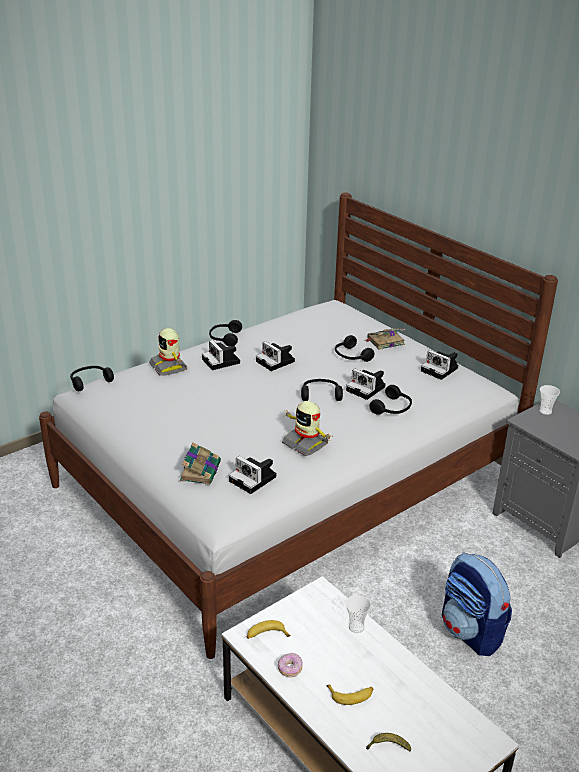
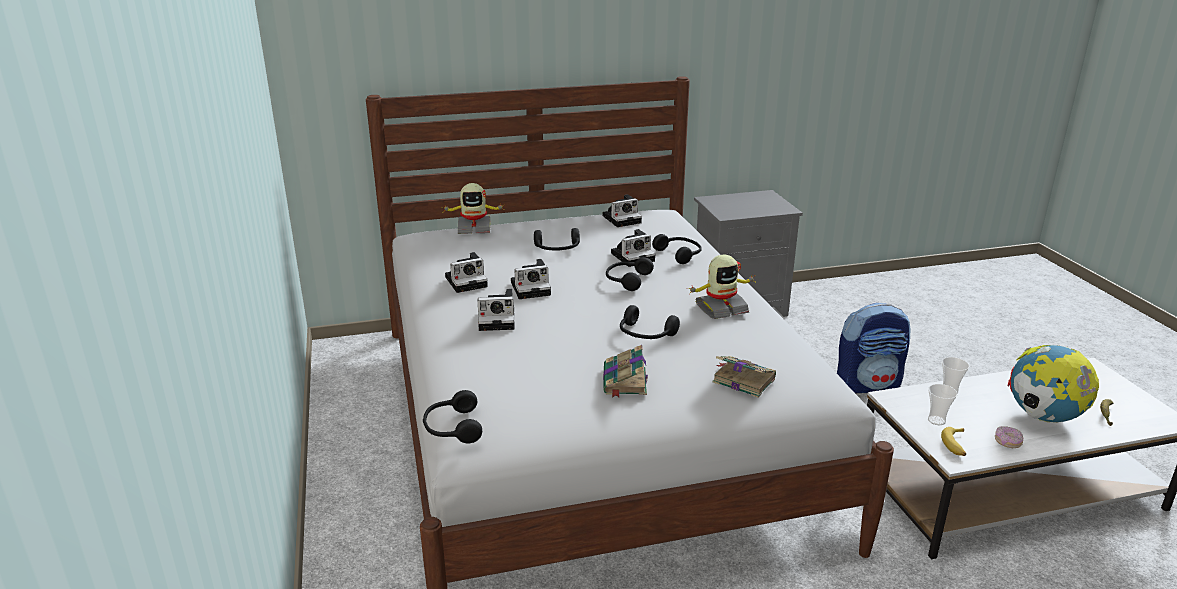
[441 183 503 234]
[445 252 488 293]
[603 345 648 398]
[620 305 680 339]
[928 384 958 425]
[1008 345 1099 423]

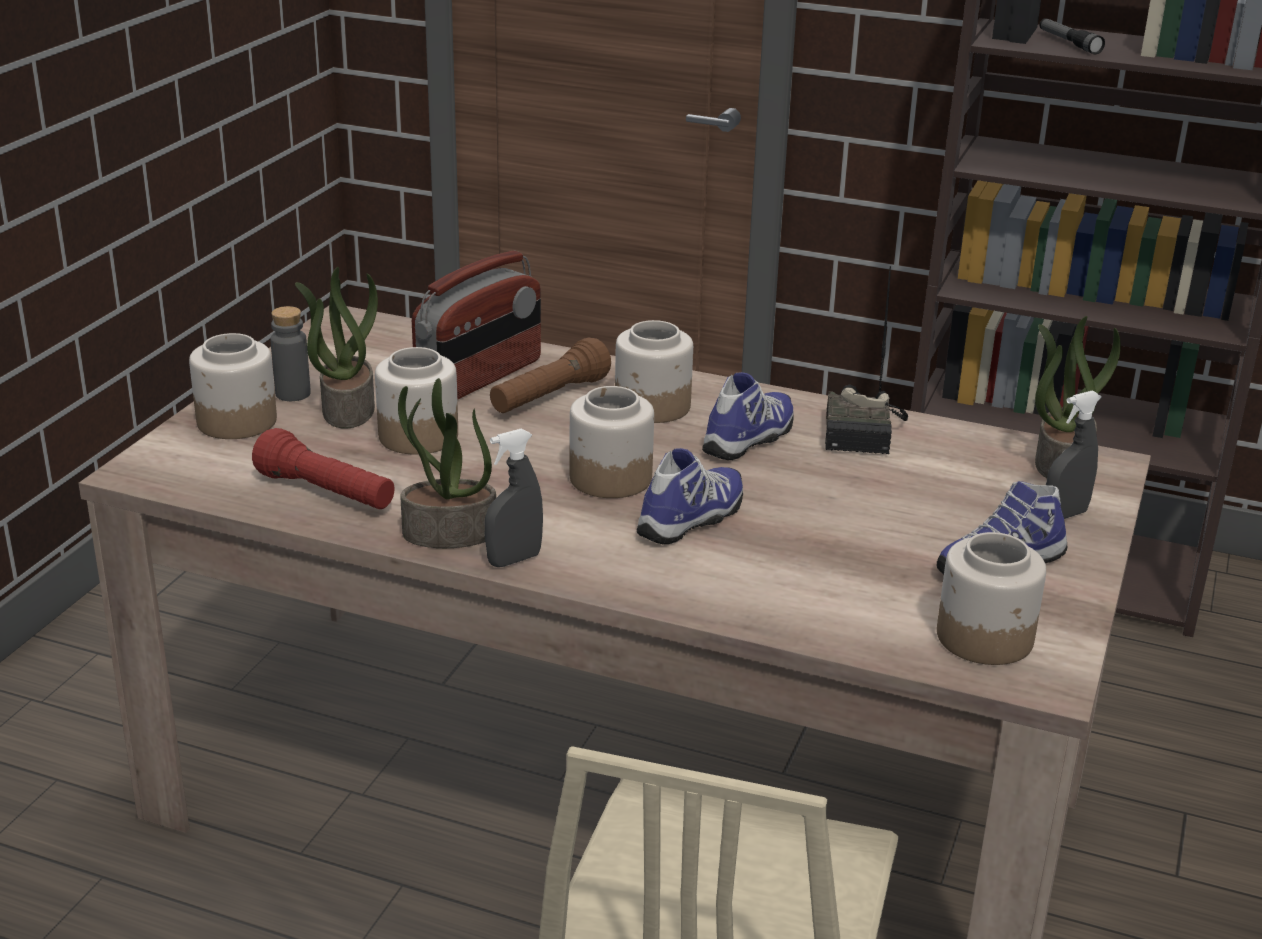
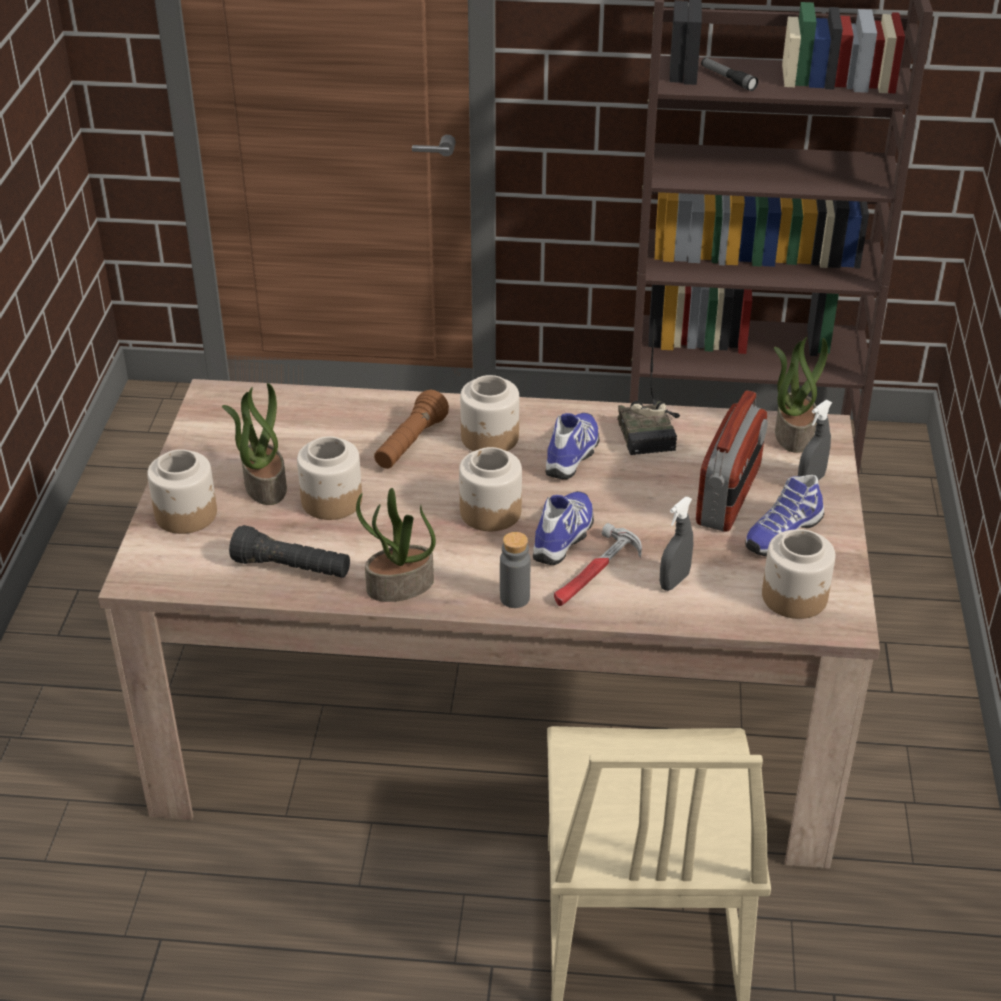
[229 525 350 578]
[500 532 531 608]
[554 523 642 606]
[660 497 693 591]
[696 390 768 532]

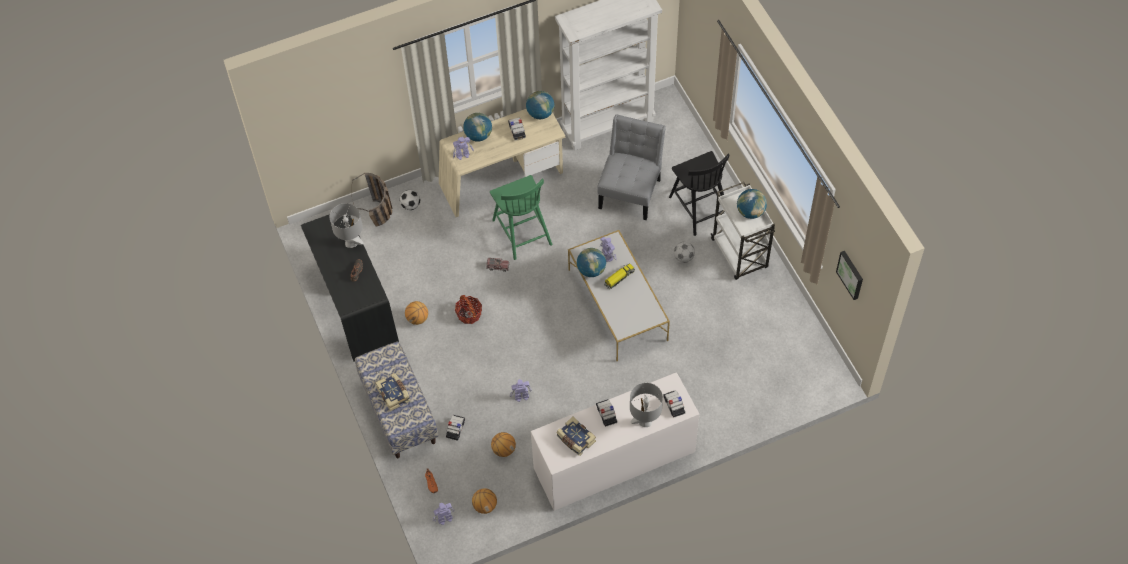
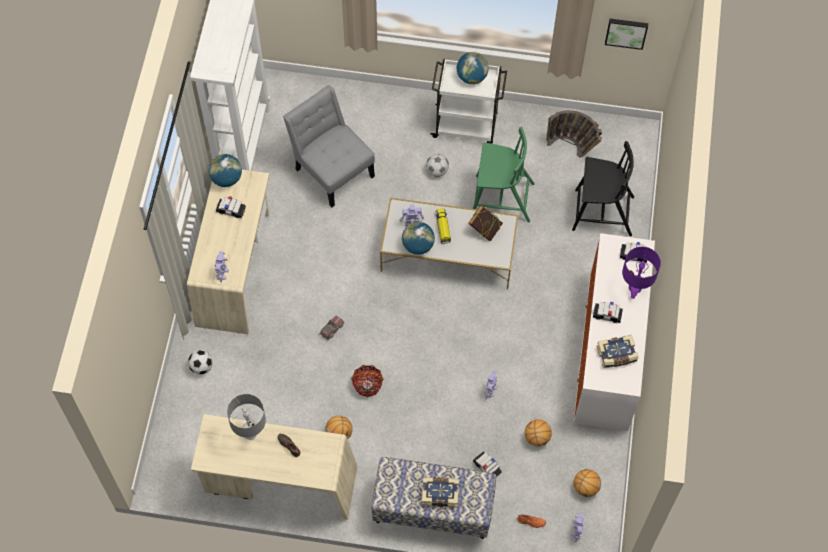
[191 414 357 520]
[468 206 503 241]
[473 127 535 223]
[546 110 602 158]
[572 141 634 236]
[622 247 661 299]
[463 113 492 142] (first image)

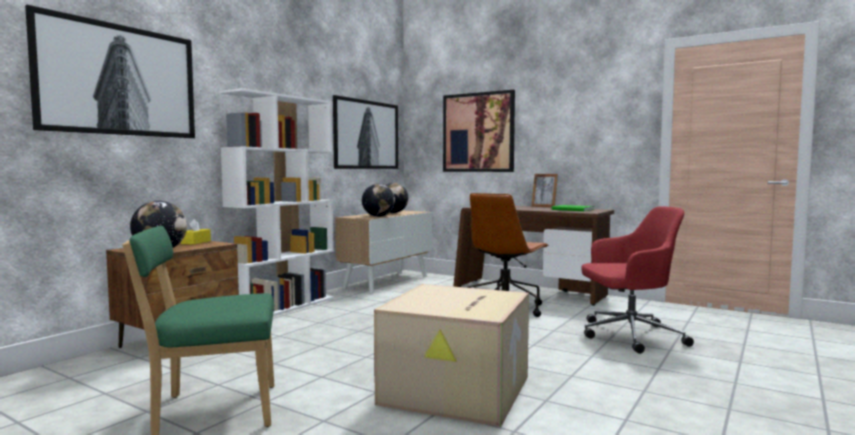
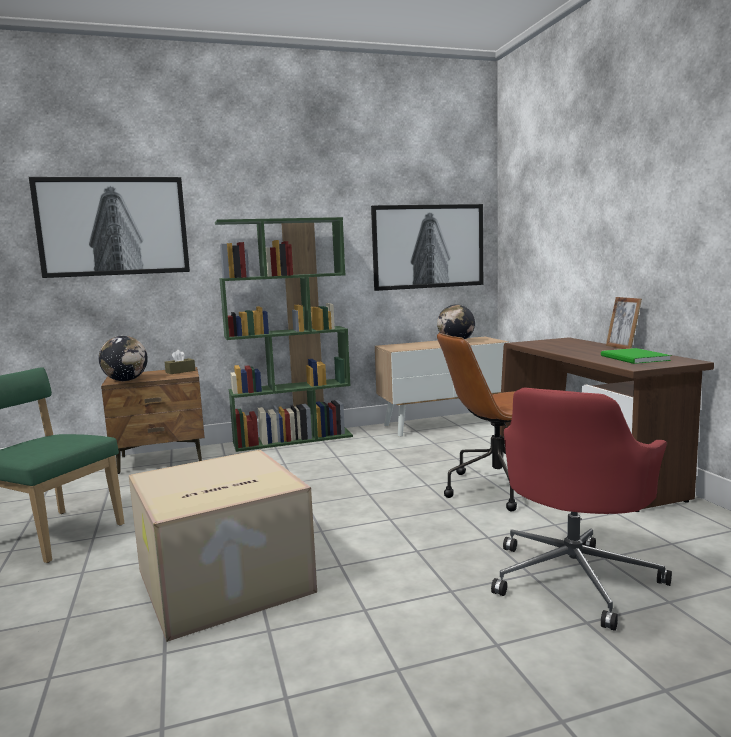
[165 350 195 374]
[215 217 353 452]
[491 388 672 631]
[362 184 395 217] (first image)
[443 90 515 172] (first image)

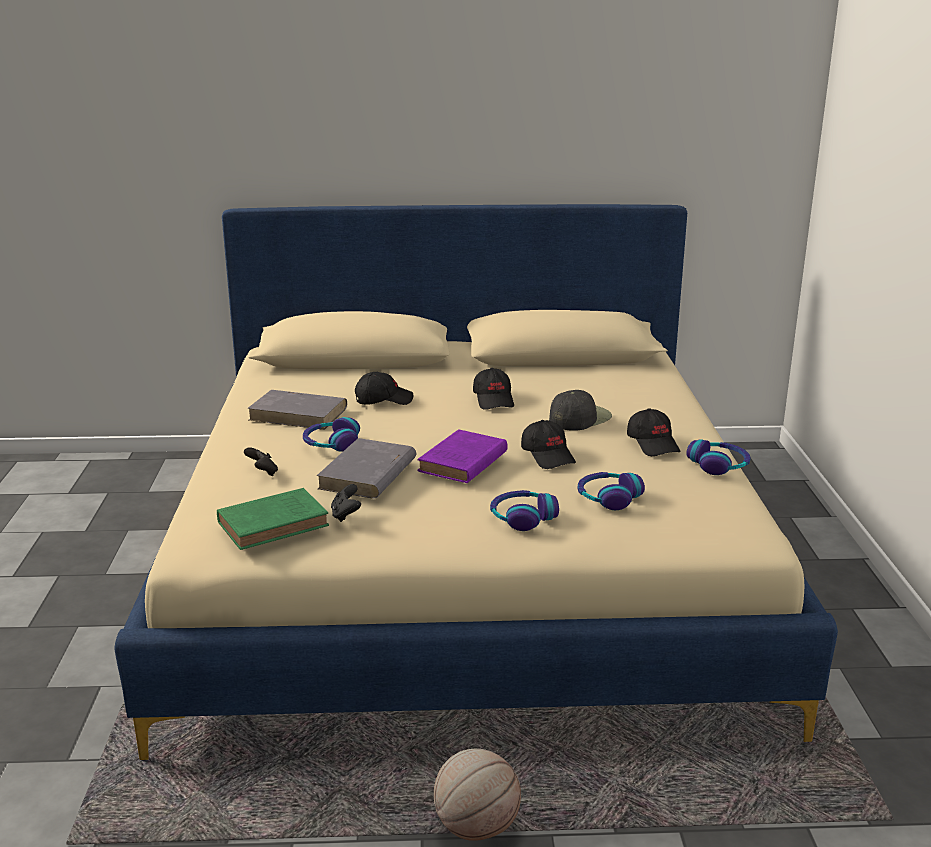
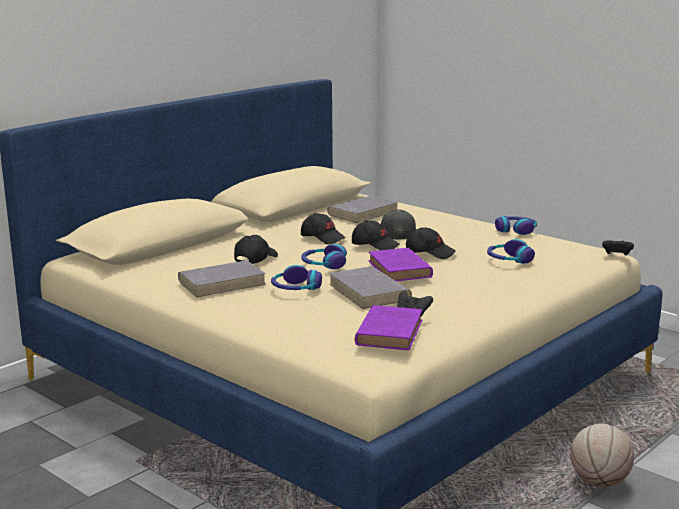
[301 244 347 269]
[327 195 398 223]
[352 220 400 250]
[355 305 422 350]
[602 240 634 256]

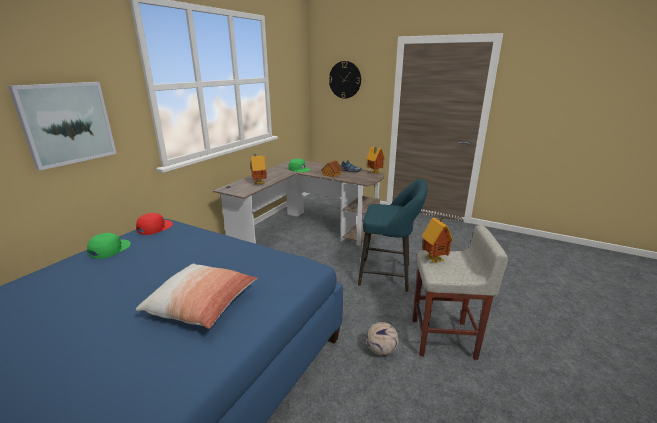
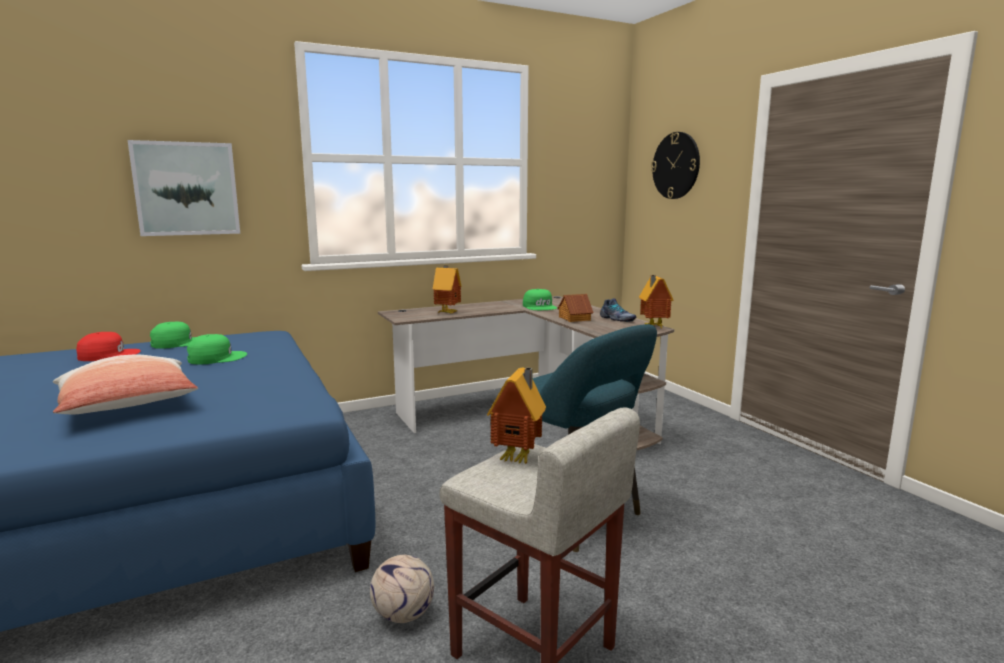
[76 332 141 361]
[187 334 247 365]

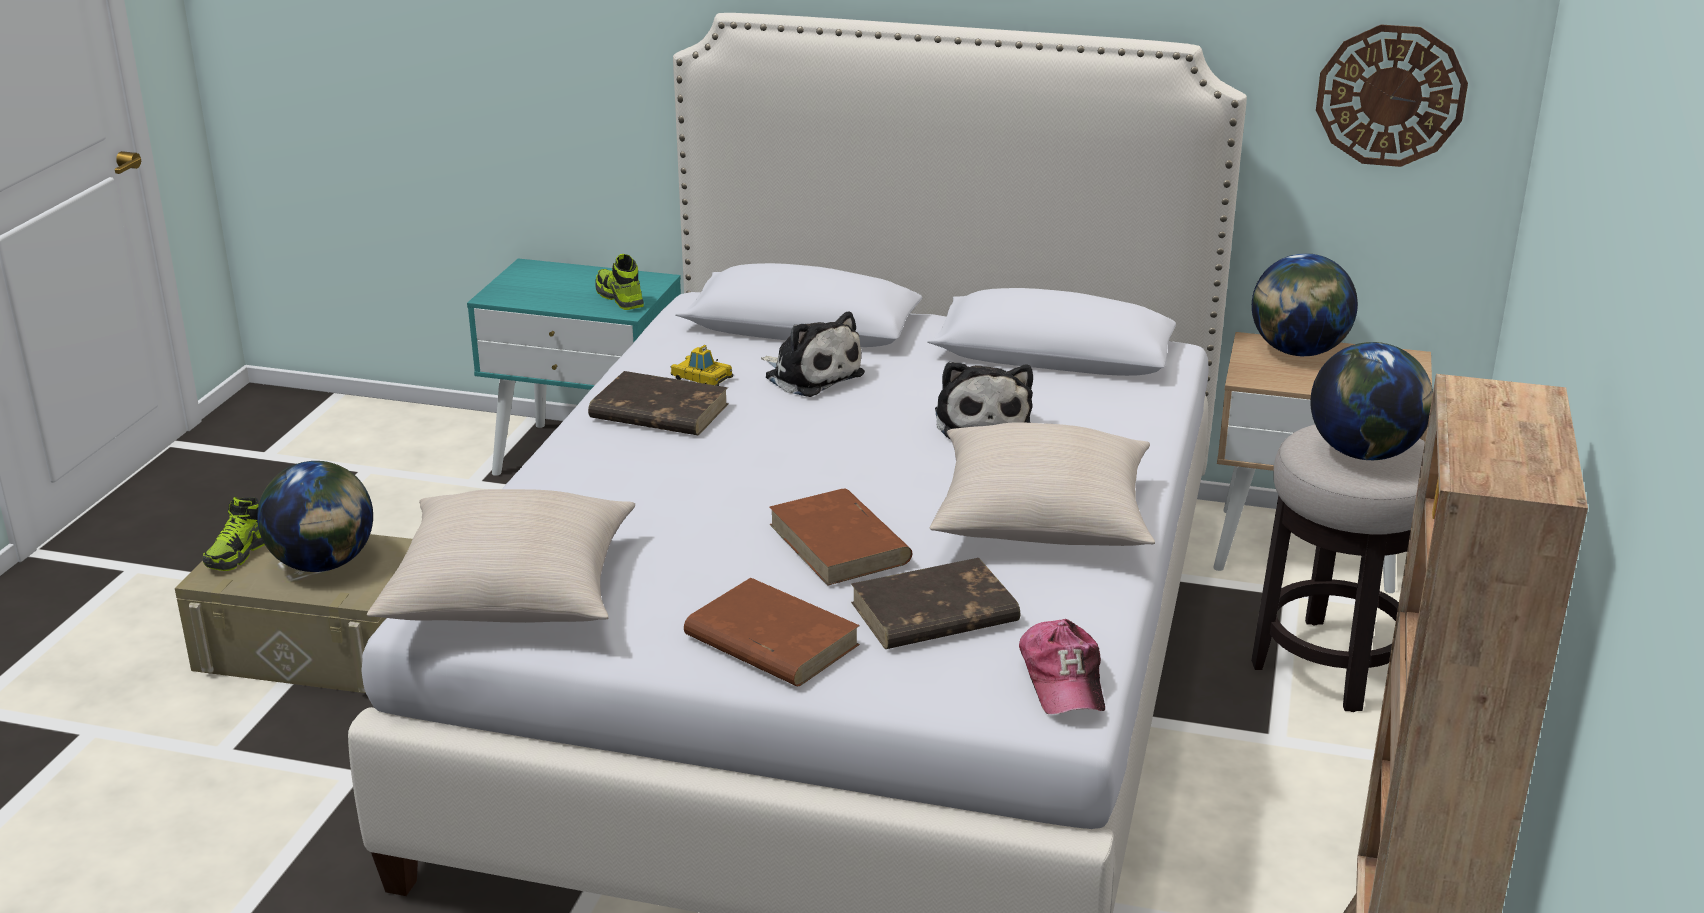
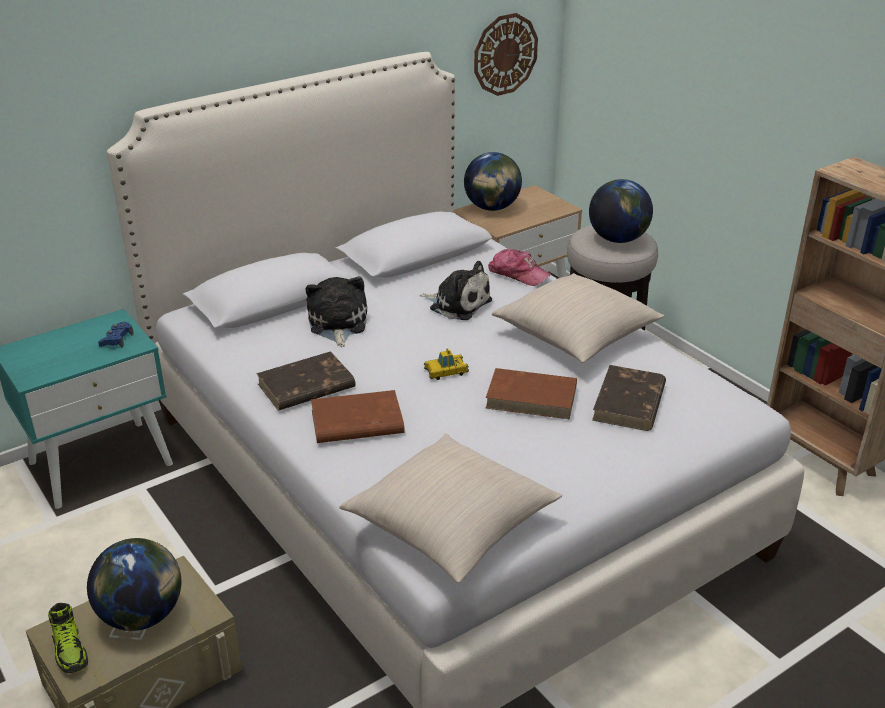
[98 322 134 347]
[306 277 367 347]
[311 390 405 443]
[424 348 469 380]
[488 249 552 286]

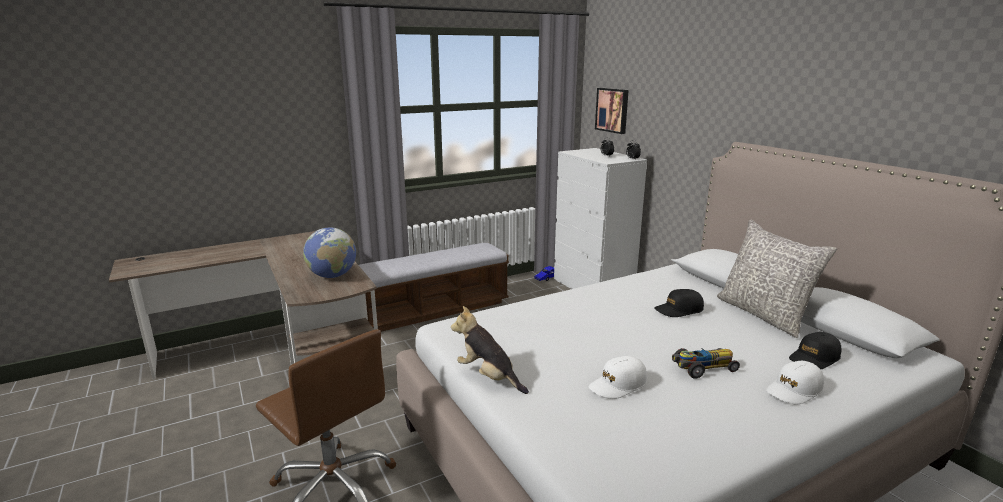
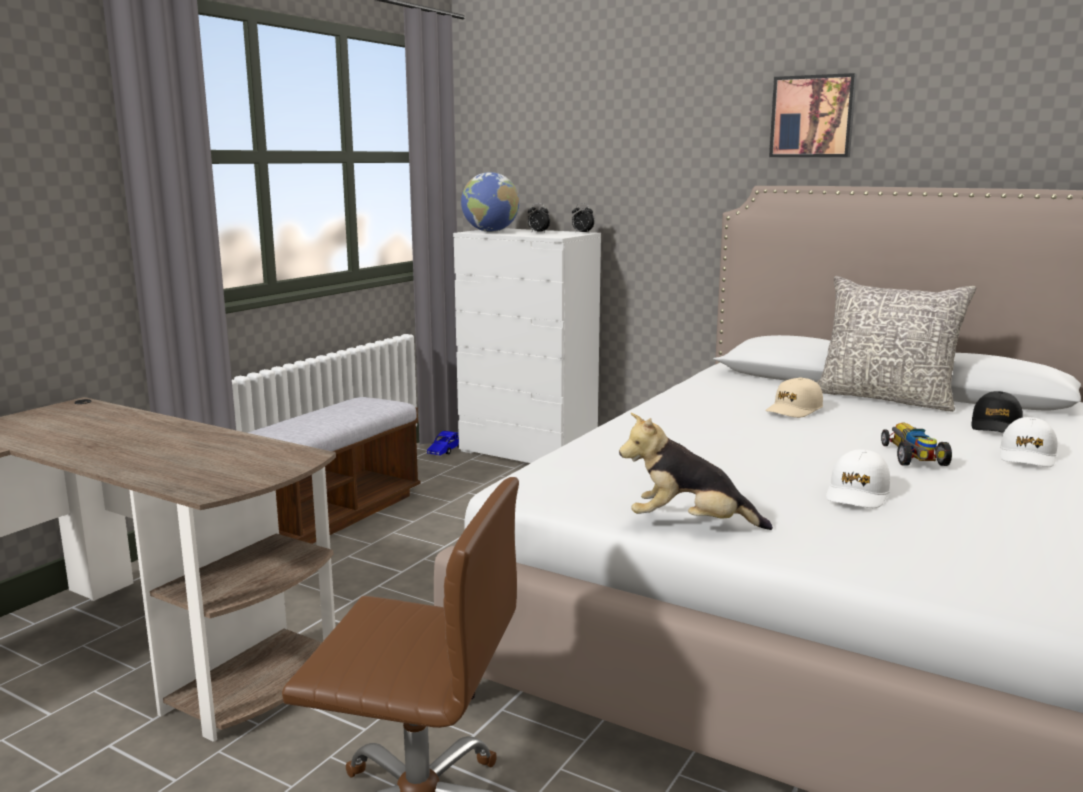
[461 172 519 232]
[765 377 823 418]
[769 73 857 157]
[881 423 952 466]

